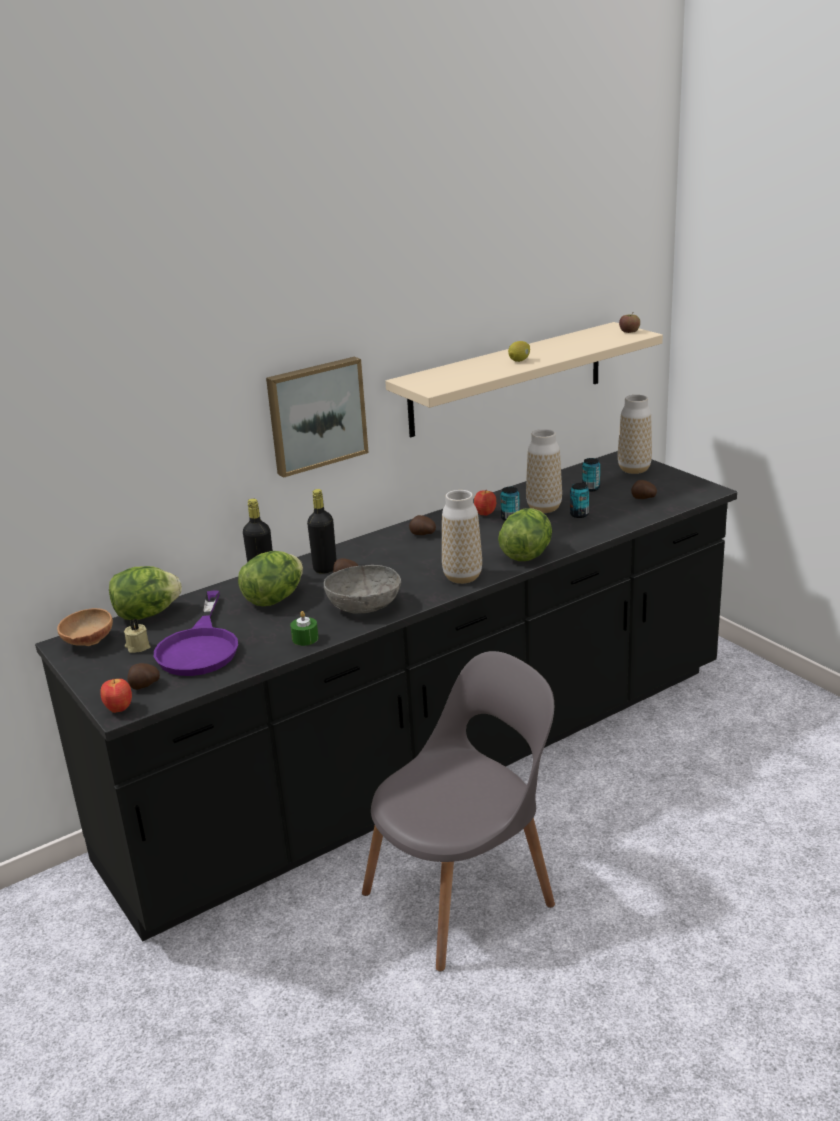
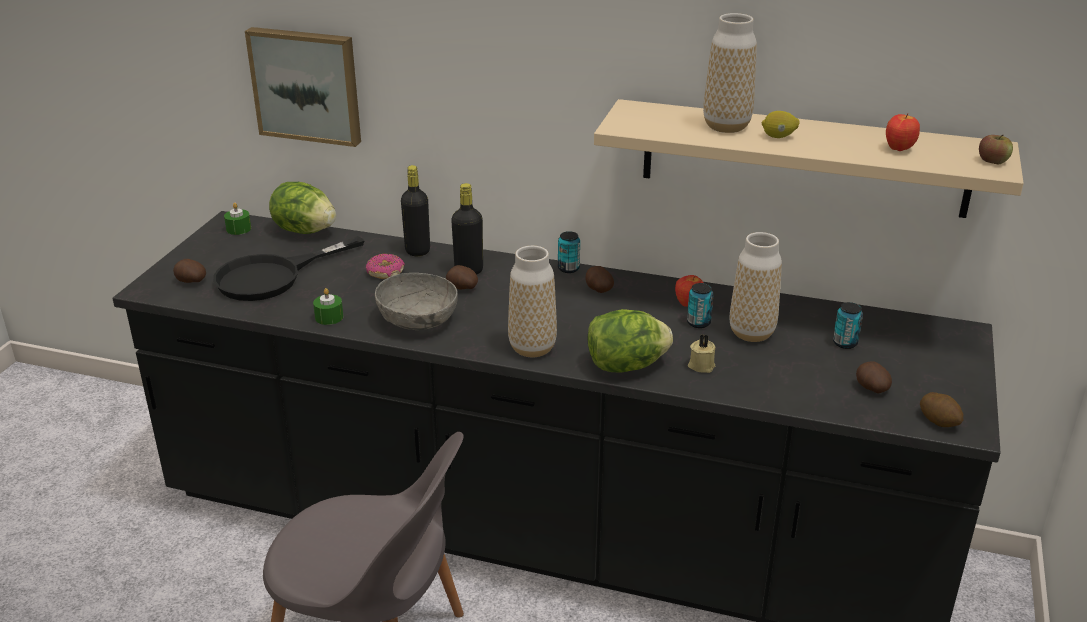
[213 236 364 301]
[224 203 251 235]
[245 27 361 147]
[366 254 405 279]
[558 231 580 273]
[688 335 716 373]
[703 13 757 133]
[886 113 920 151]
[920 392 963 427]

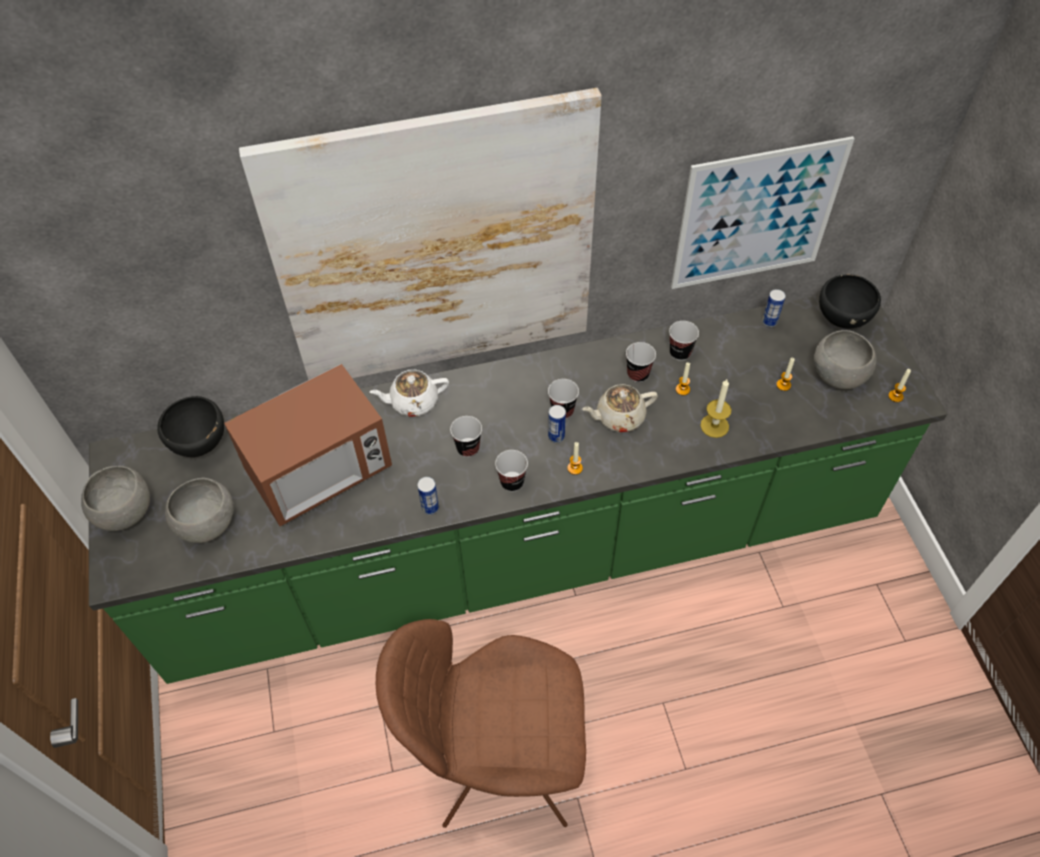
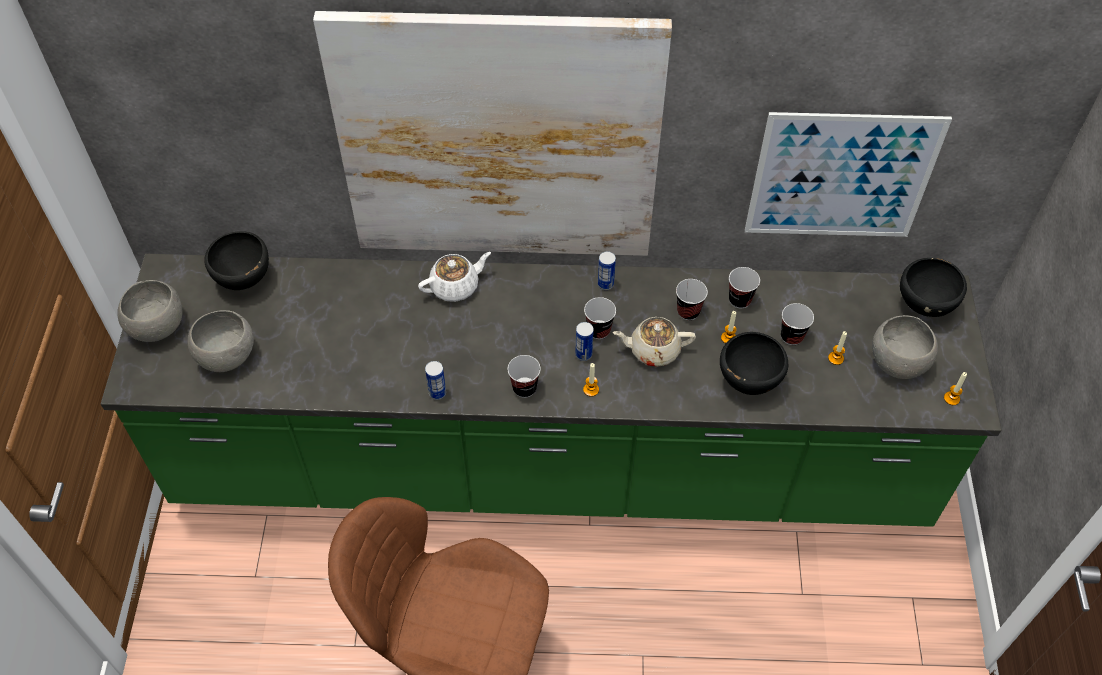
[418 252 491 302]
[598 251 616 290]
[720 332 788 395]
[781 303 814 345]
[224 364 392 526] (first image)

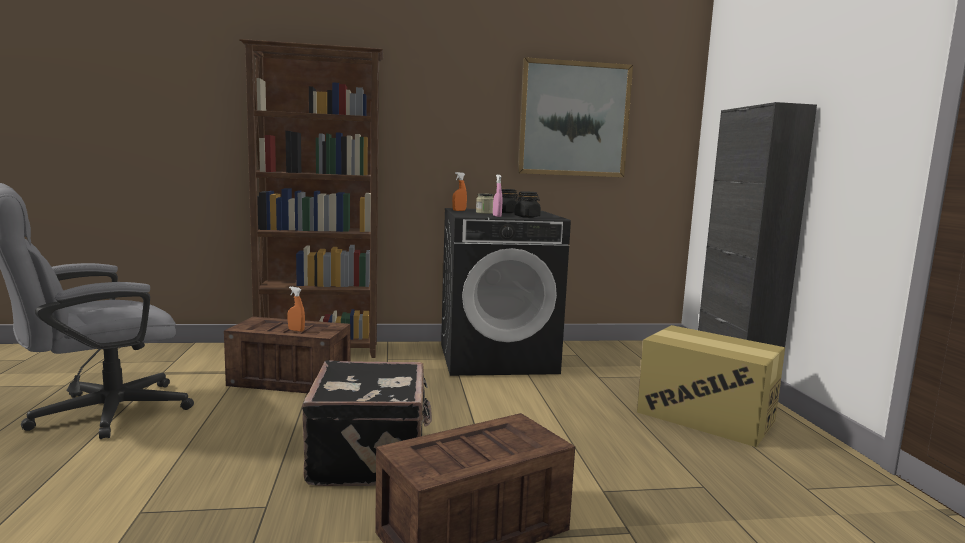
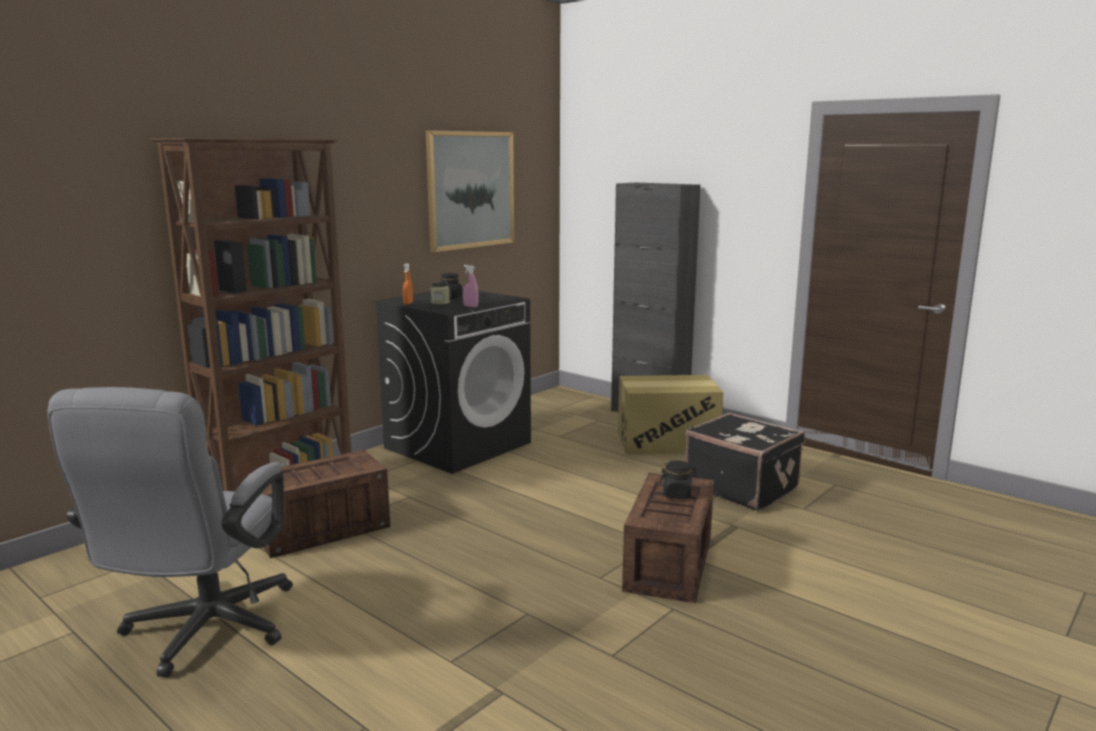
[660 460 697 499]
[685 412 805 511]
[288 287 305 332] (first image)

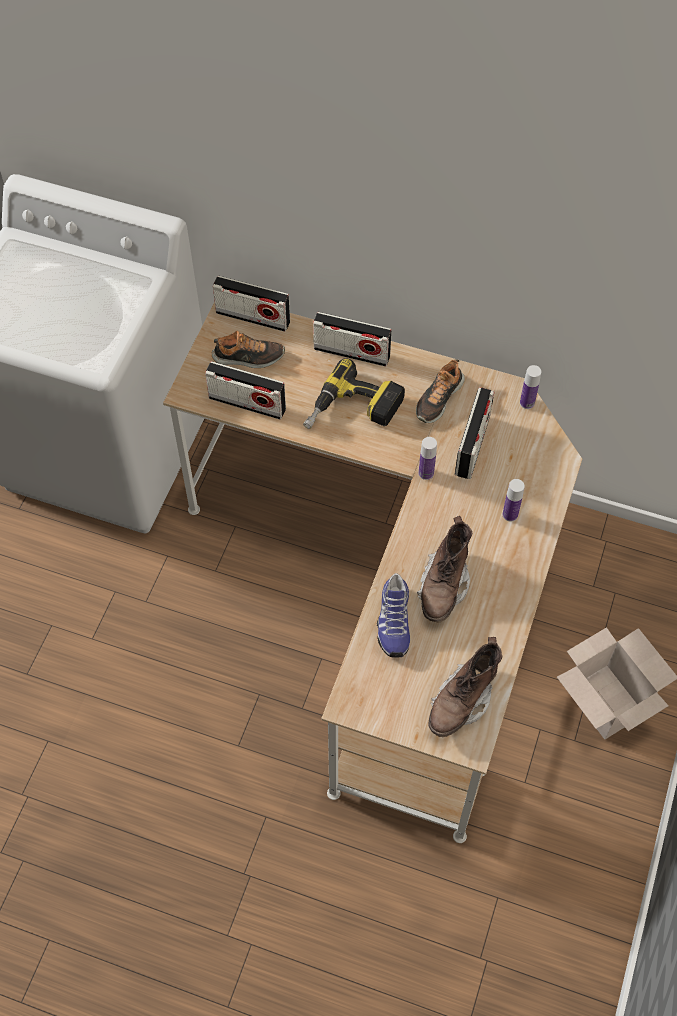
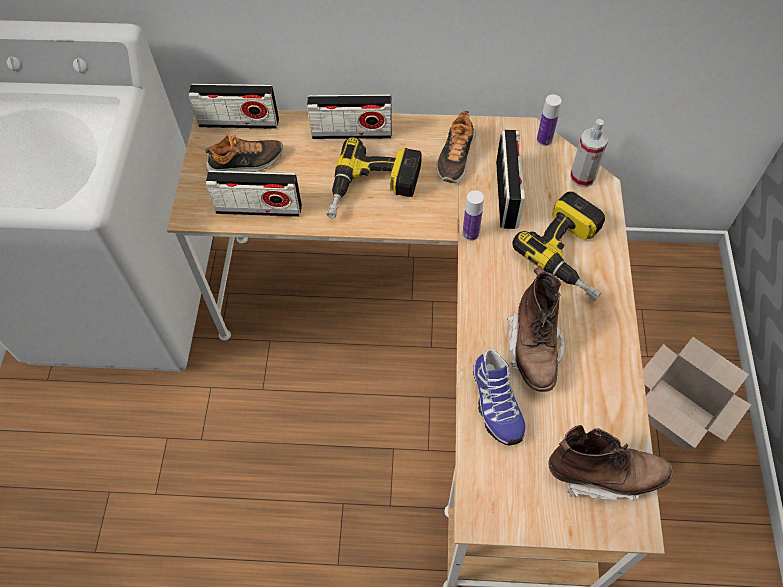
[512 192 605 301]
[548 425 673 500]
[570 119 608 187]

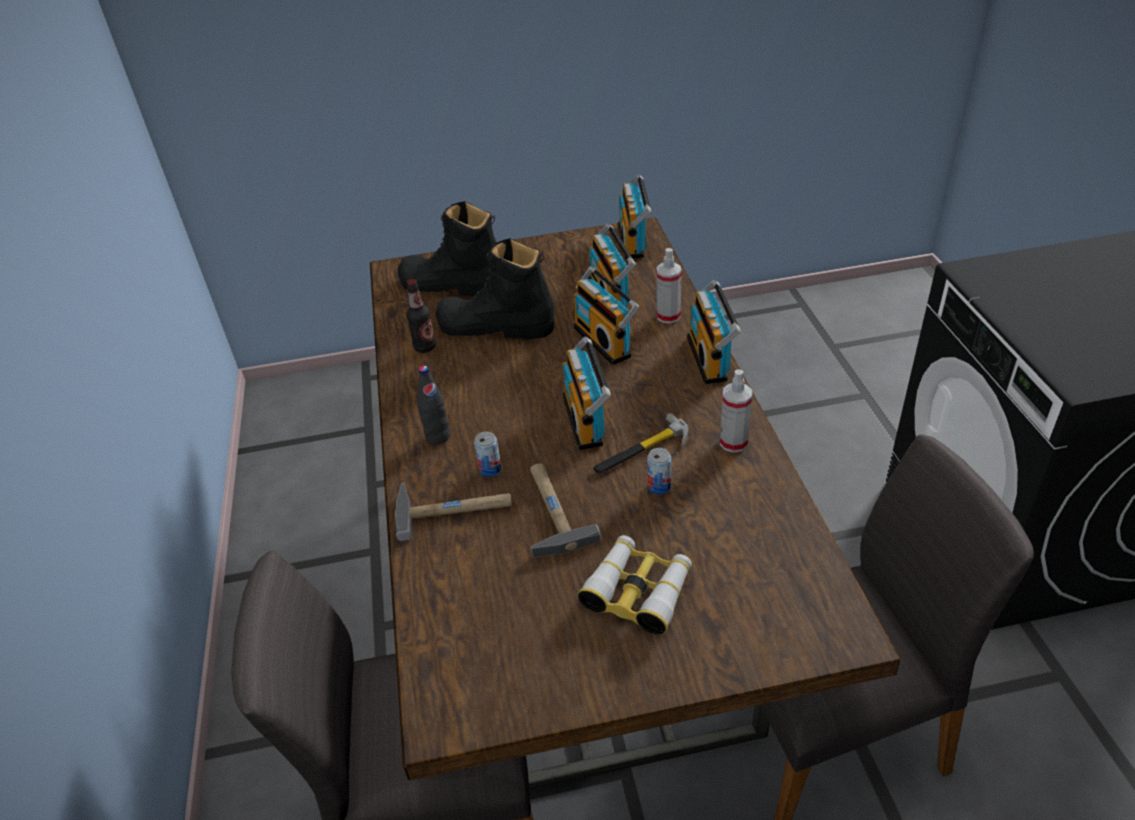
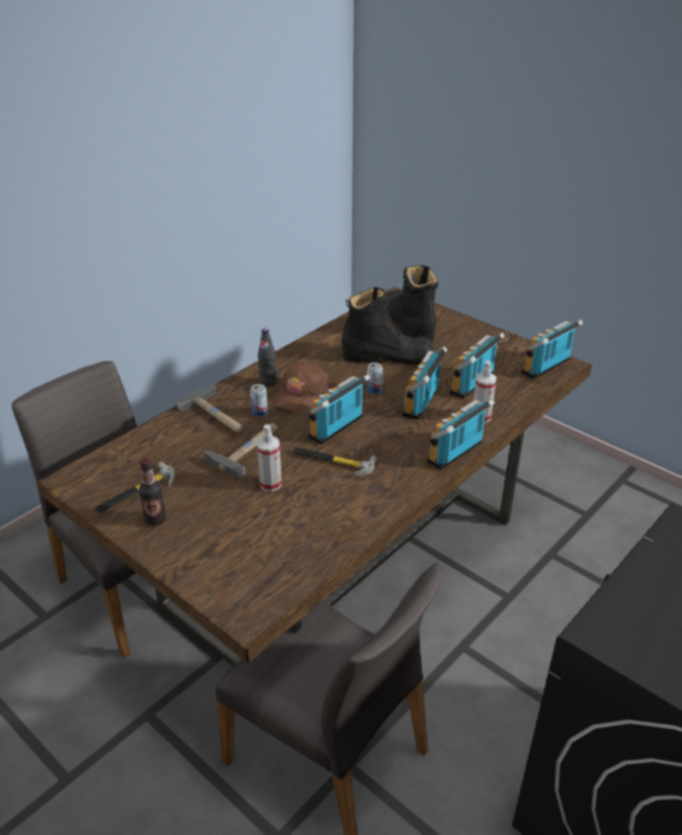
[95 462 175 513]
[139 458 166 525]
[257 424 282 491]
[272 362 329 412]
[342 287 433 364]
[367 362 383 394]
[578 535 692 635] (first image)

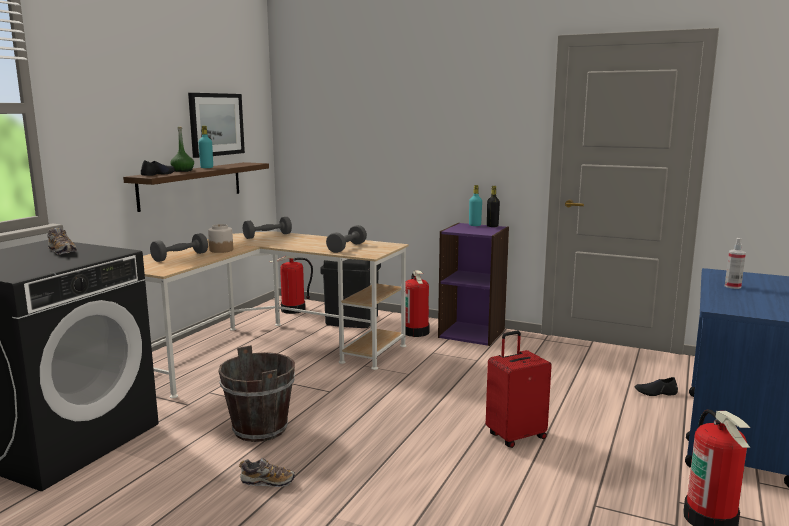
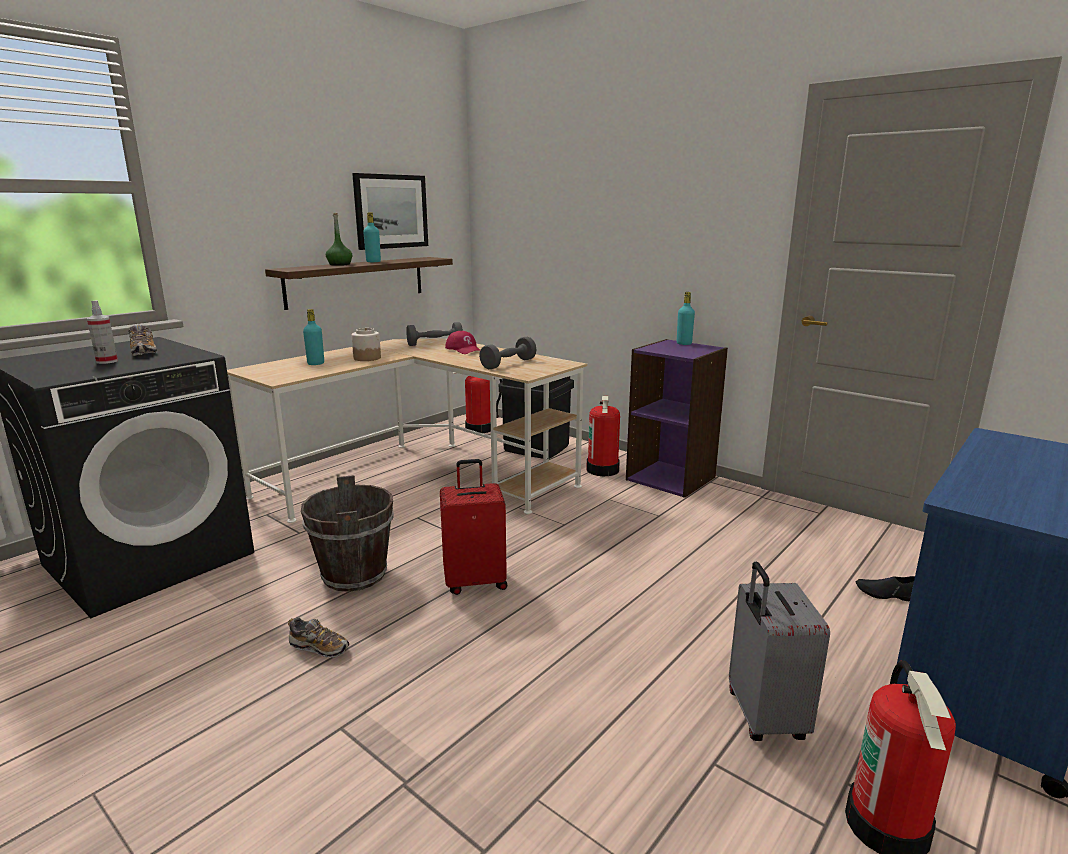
[87 300 118 364]
[303 309 324 365]
[440 459 508 595]
[445 331 480 354]
[729 561 830 741]
[141 160 175 176] (first image)
[487 186 500 227] (first image)

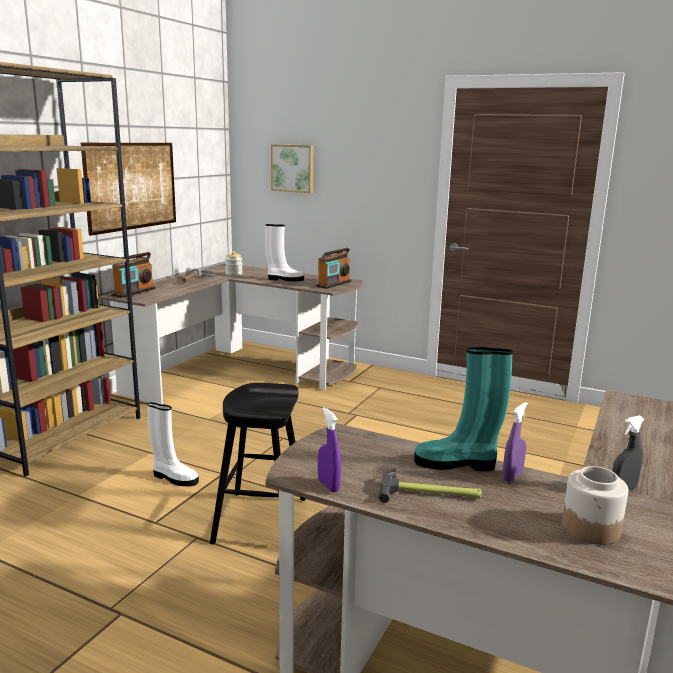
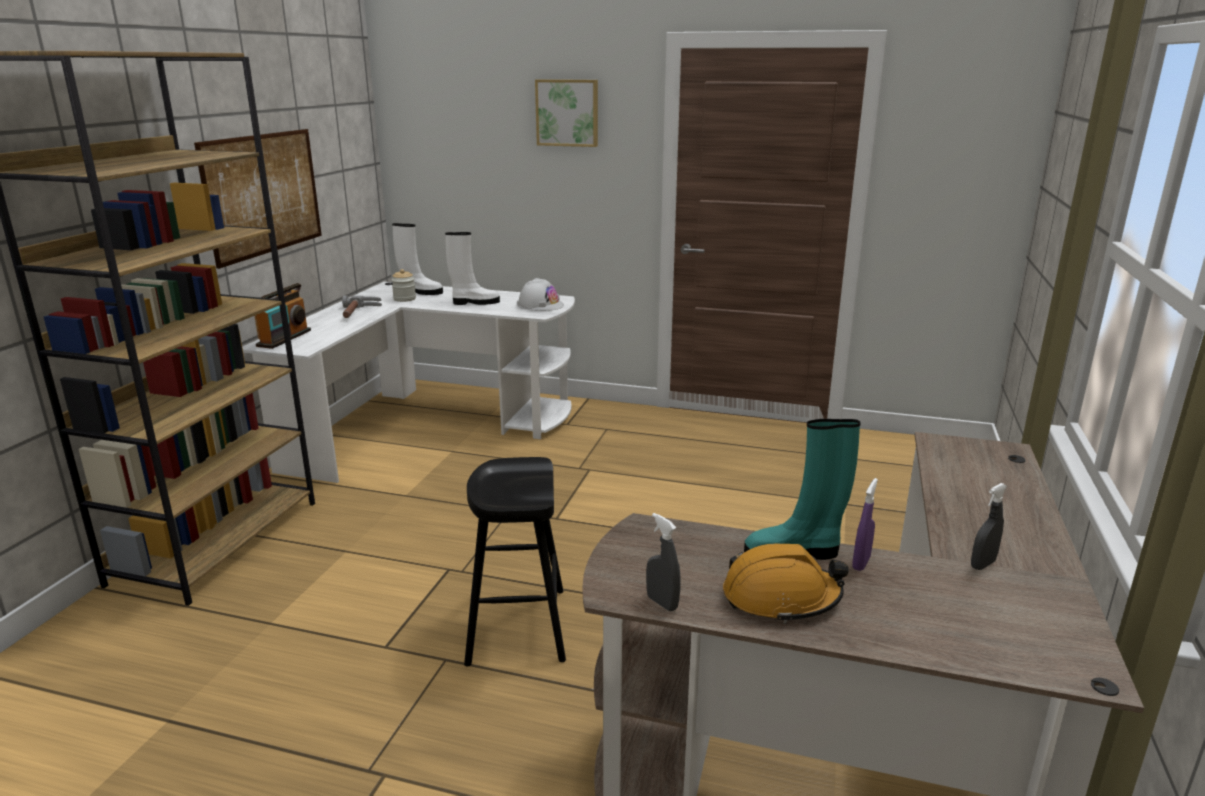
[242 282 575 483]
[392 223 443 295]
[517 278 564 311]
[535 79 598 147]
[646 513 681 611]
[723 544 849 623]
[562 466 628 545] (first image)

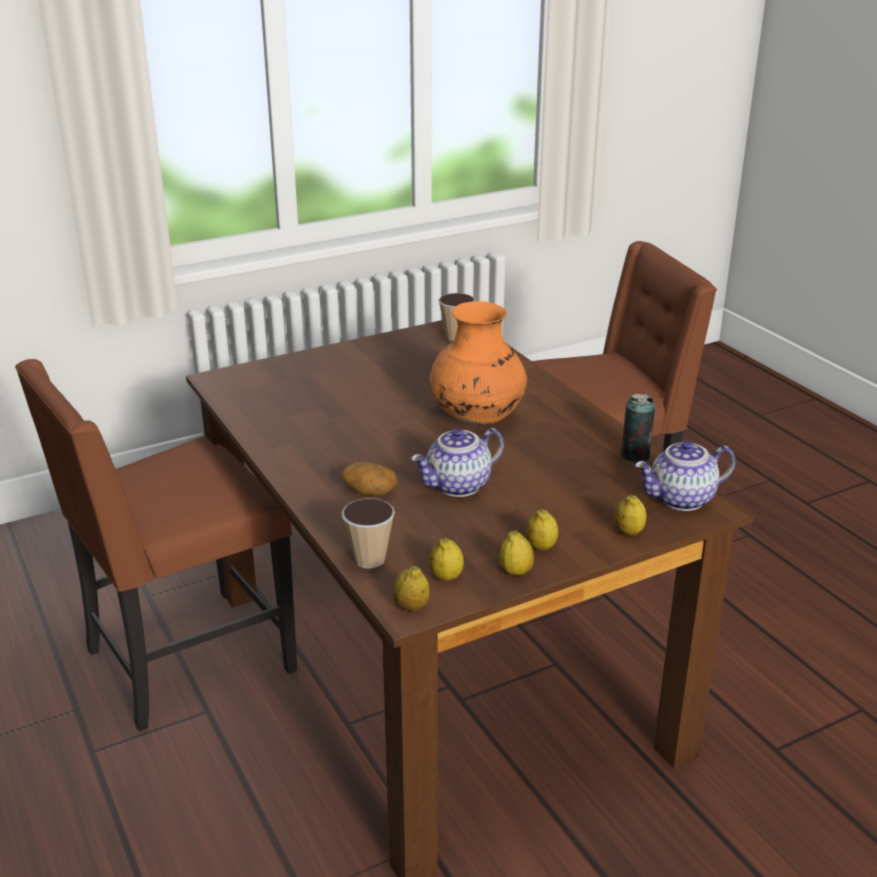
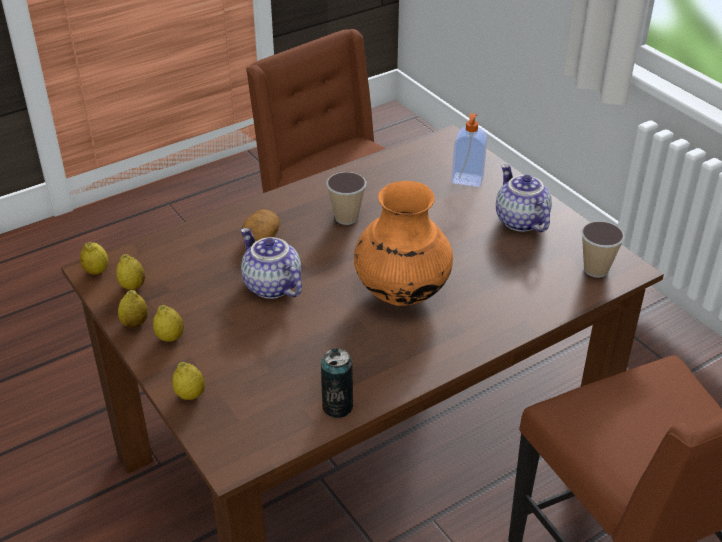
[326 172 366 225]
[452 113 487 187]
[496 165 552 232]

